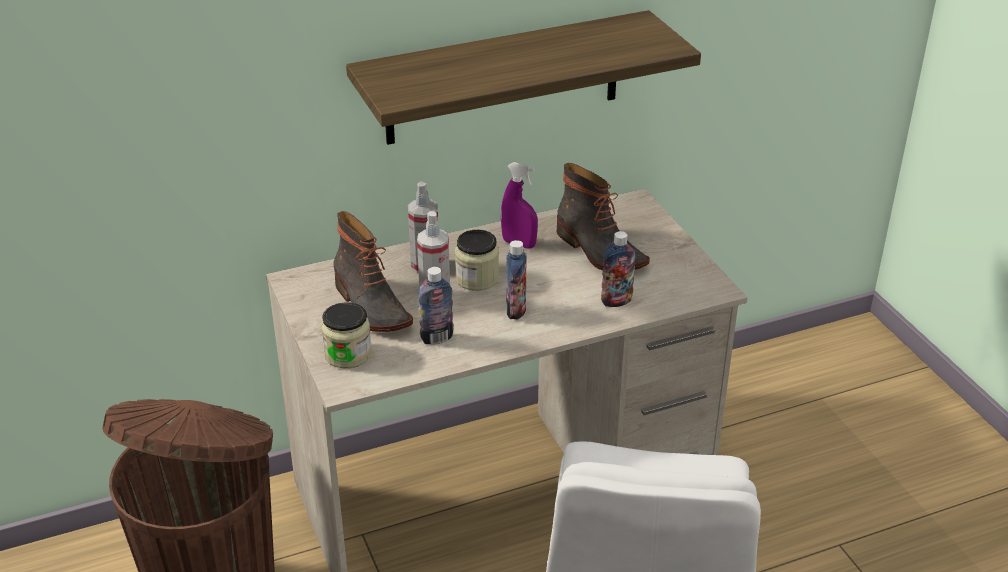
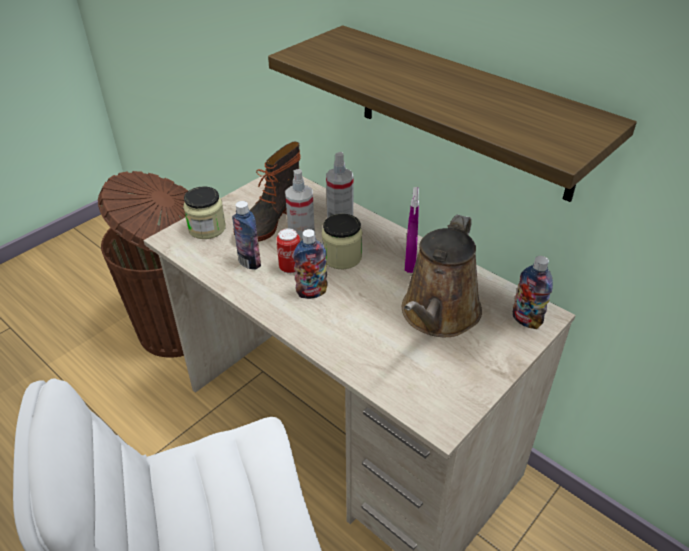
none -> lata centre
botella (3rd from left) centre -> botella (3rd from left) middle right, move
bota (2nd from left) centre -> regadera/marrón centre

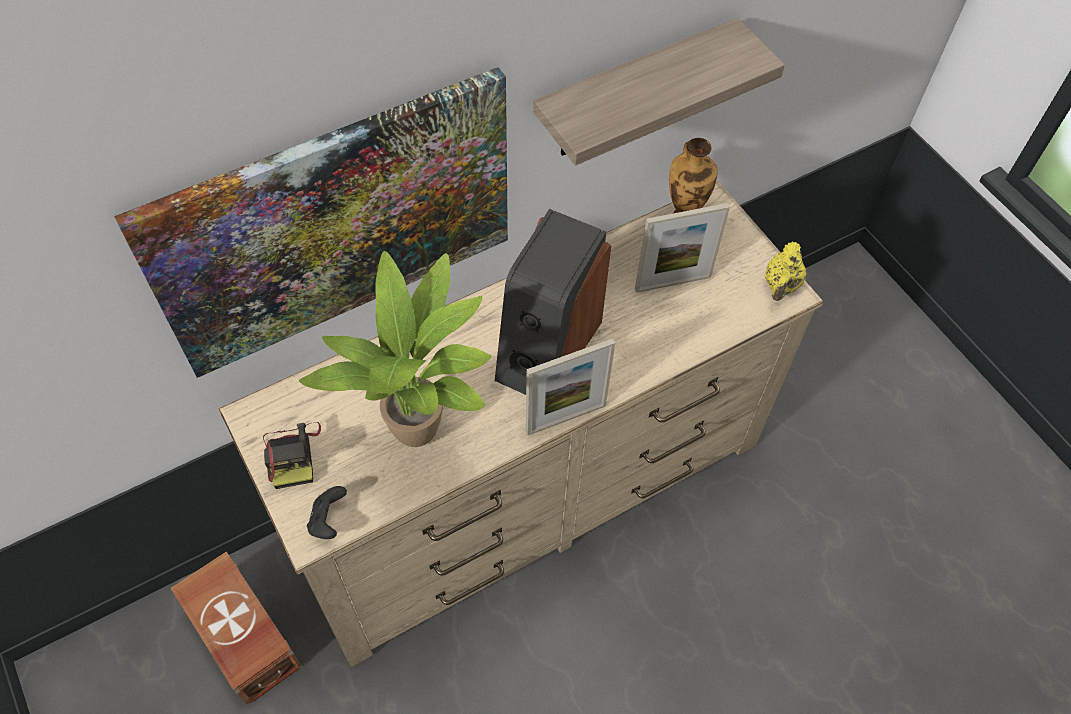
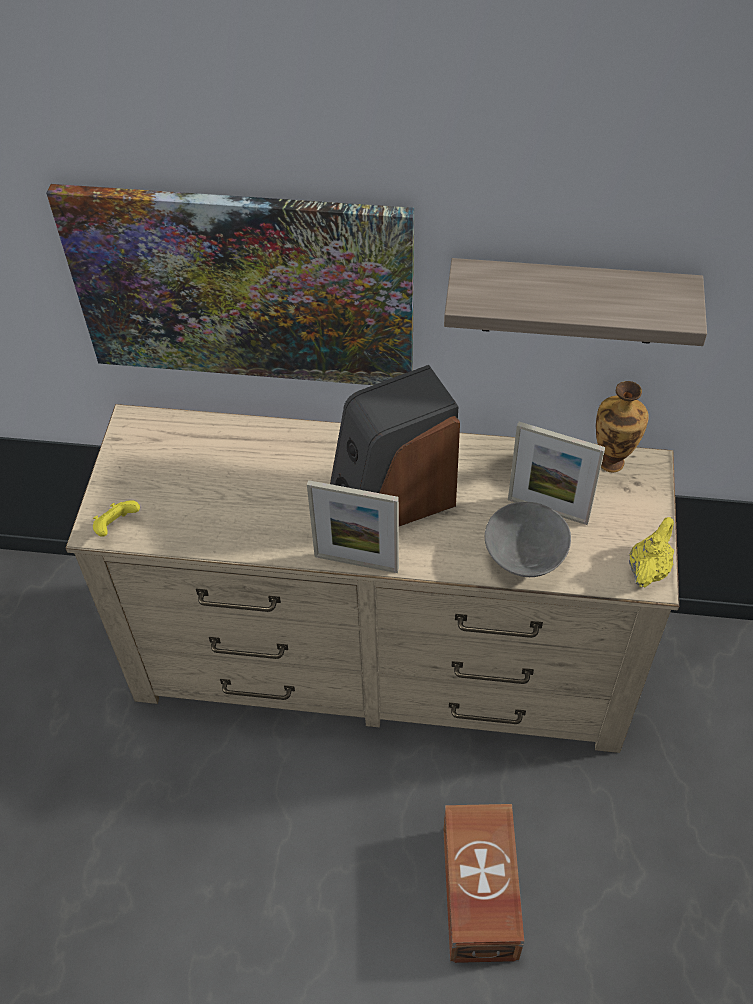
cámara middle left -> none
planta en maceta centre -> none
none -> cuenco/gris middle right
caja de almacenaje/marrón bottom left -> caja de almacenaje/marrón bottom centre, move
mando de consola/negro bottom left -> mando de consola/amarillo middle left
tetera/amarillo middle right, 150 degrees clockwise

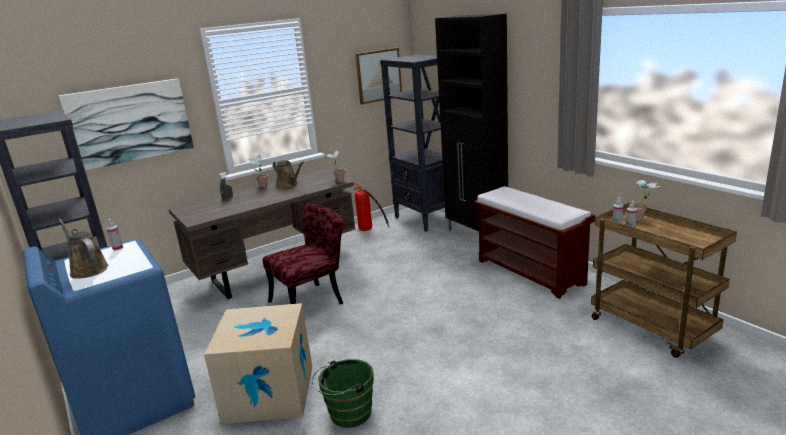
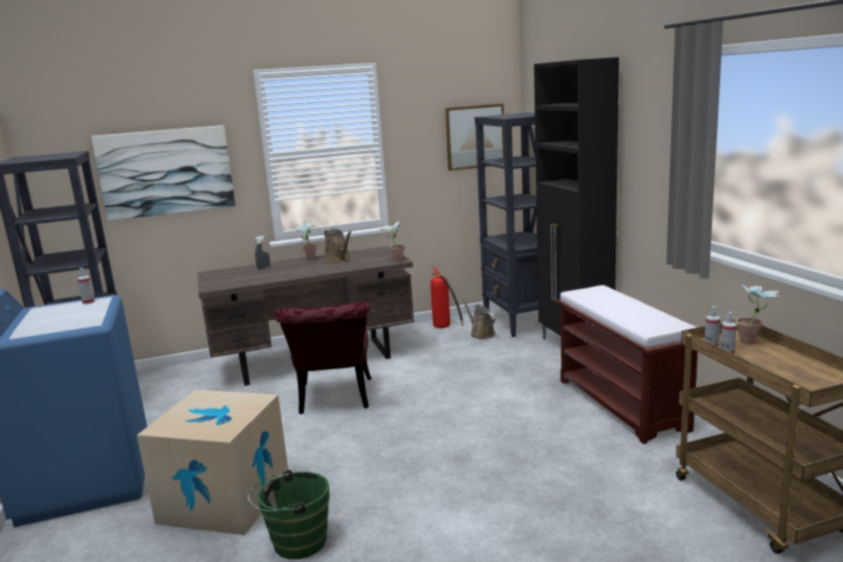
regadera/marrón (1st from left in the first image) middle left -> regadera/marrón (2nd from left) centre, move
silla/rojo centre, 105 degrees clockwise

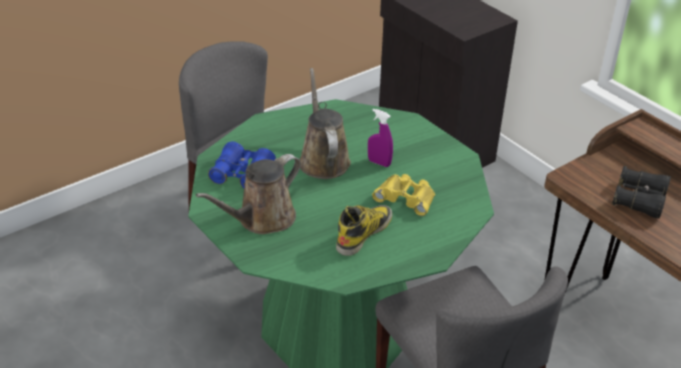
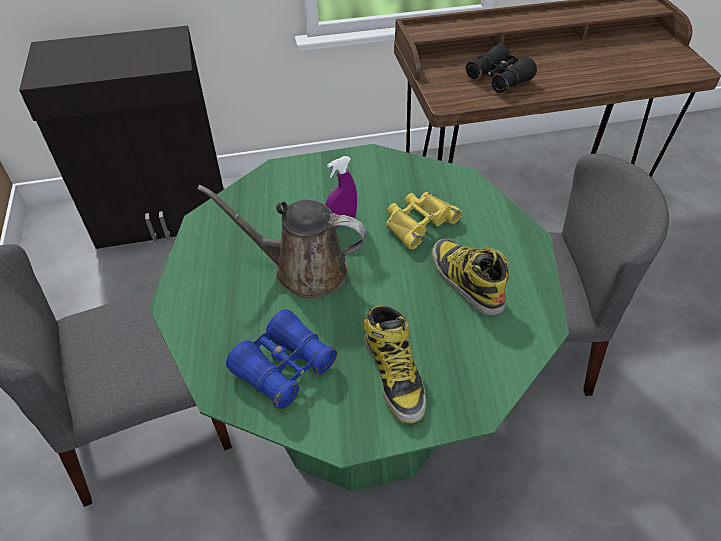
regadera/marrón (1st from left) centre -> bota (1st from left) bottom centre

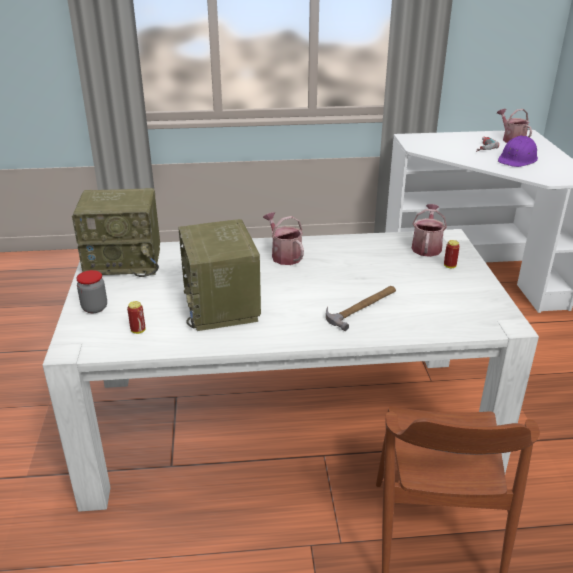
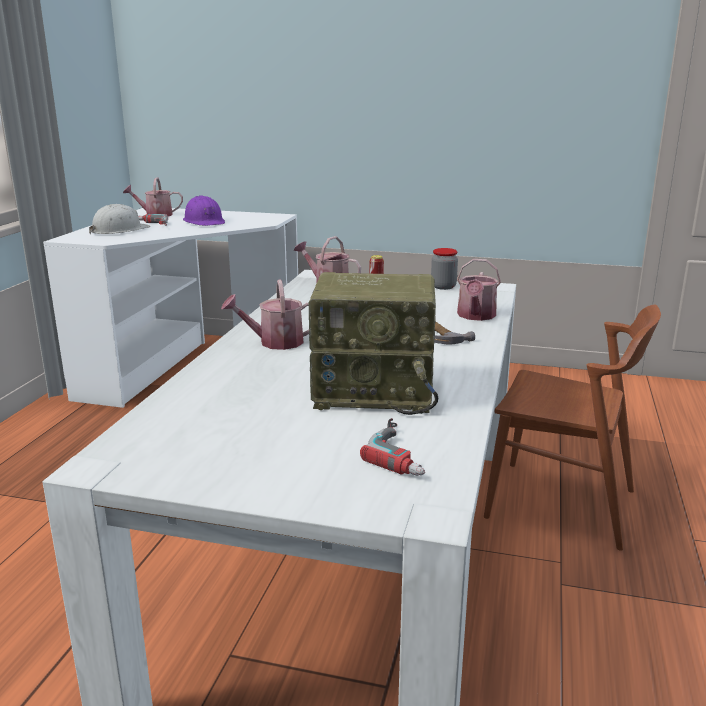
radio (1st from left) middle left -> none
none -> casco/blanco top left
none -> regadera (4th from left) middle right
tarro middle left -> tarro centre, move
lata (1st from left) middle left -> taladro (2nd from left) centre

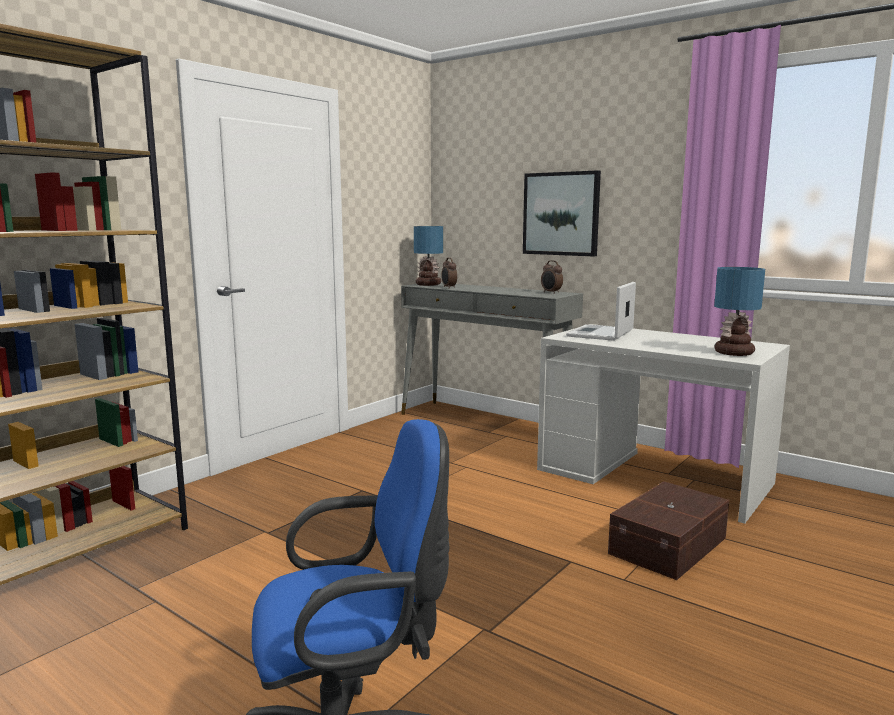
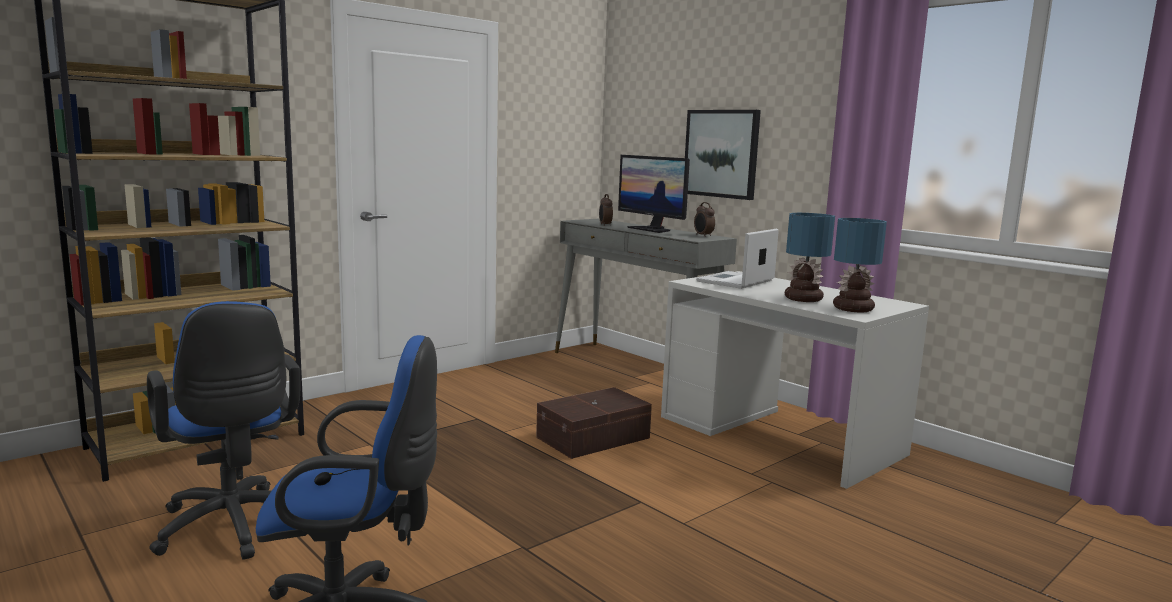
none -> silla de oficina/azul (1st from left) bottom left
none -> monitor top centre
lámpara de mesa (1st from left) centre -> lámpara de mesa (1st from left) middle right, move
caja de almacenaje/marrón bottom right -> caja de almacenaje/marrón bottom centre, move

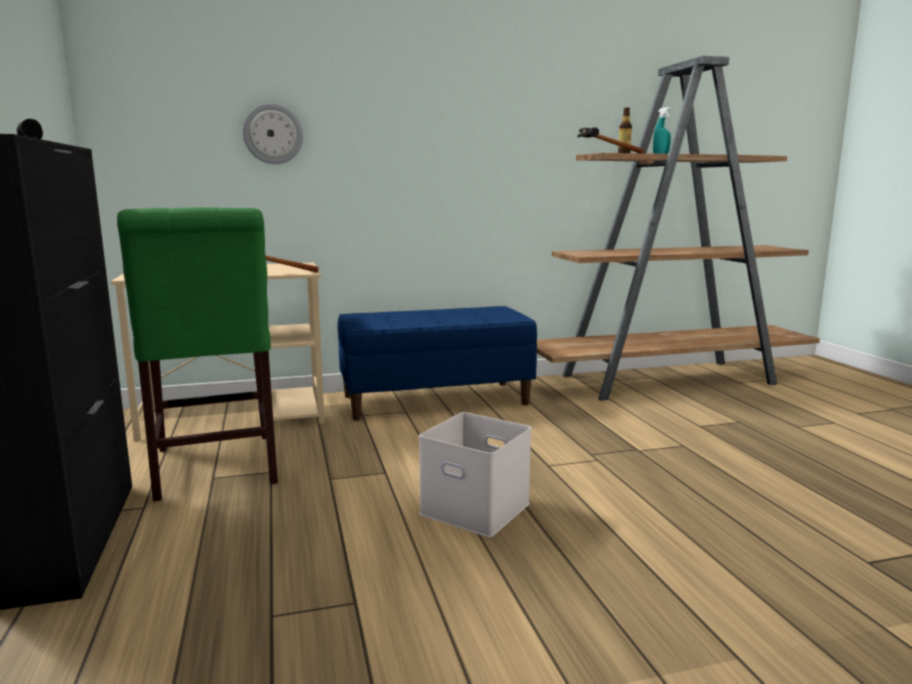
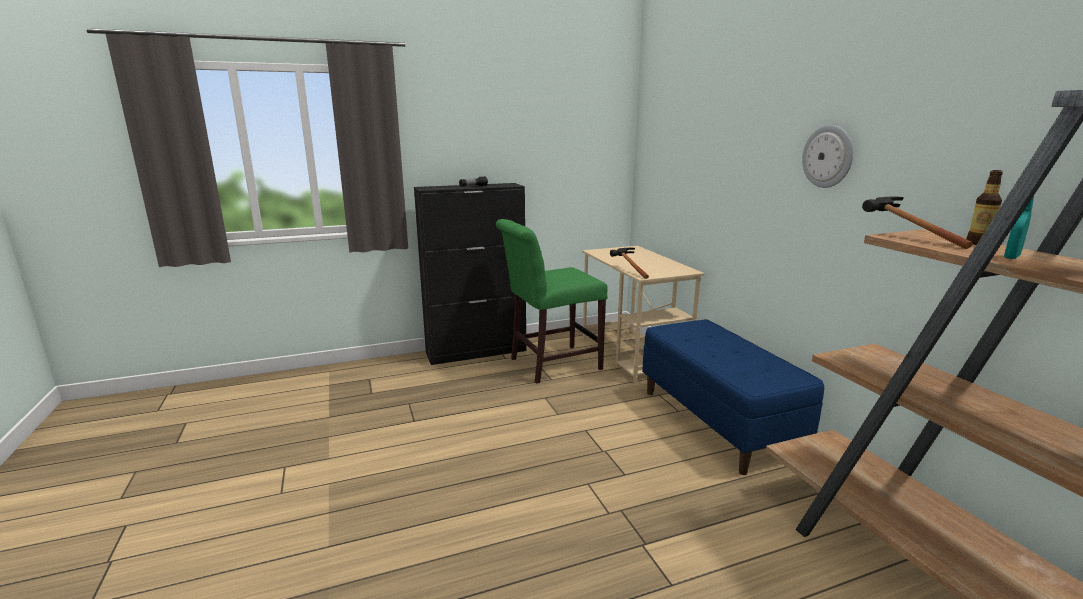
caja de almacenaje/blanco bottom centre -> none
reloj de pared top left -> reloj de pared top right, move

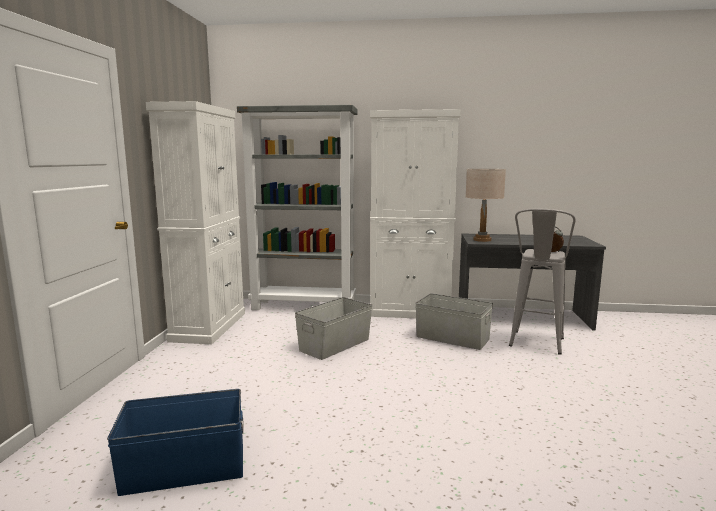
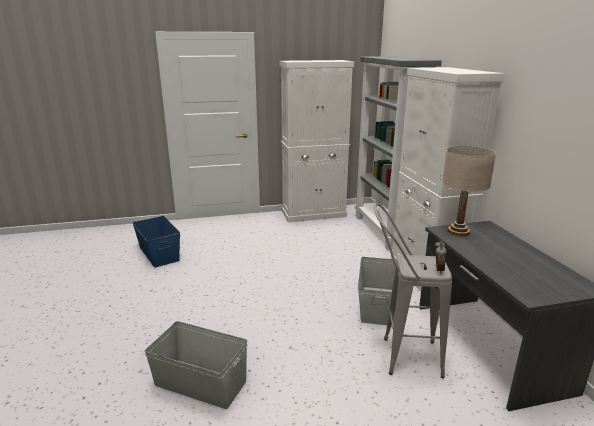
caja de almacenaje/gris (1st from left) centre -> caja de almacenaje/gris (1st from left) bottom left, move

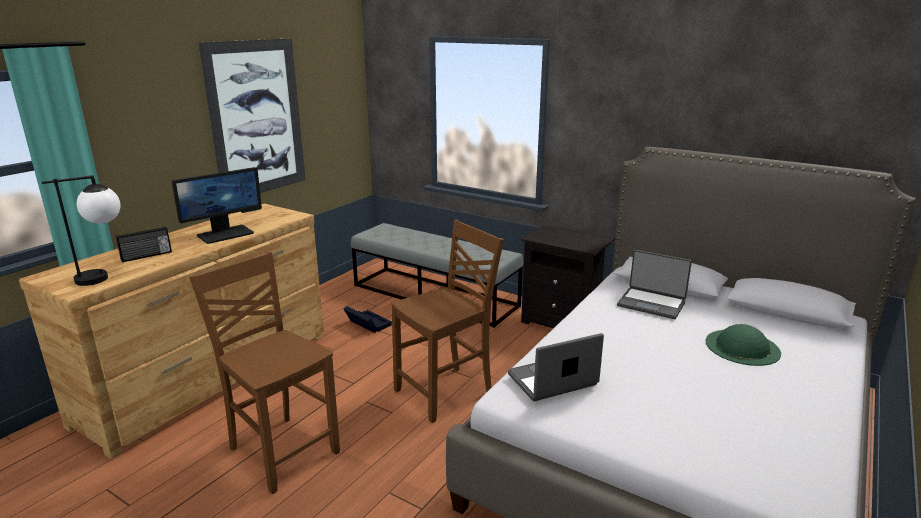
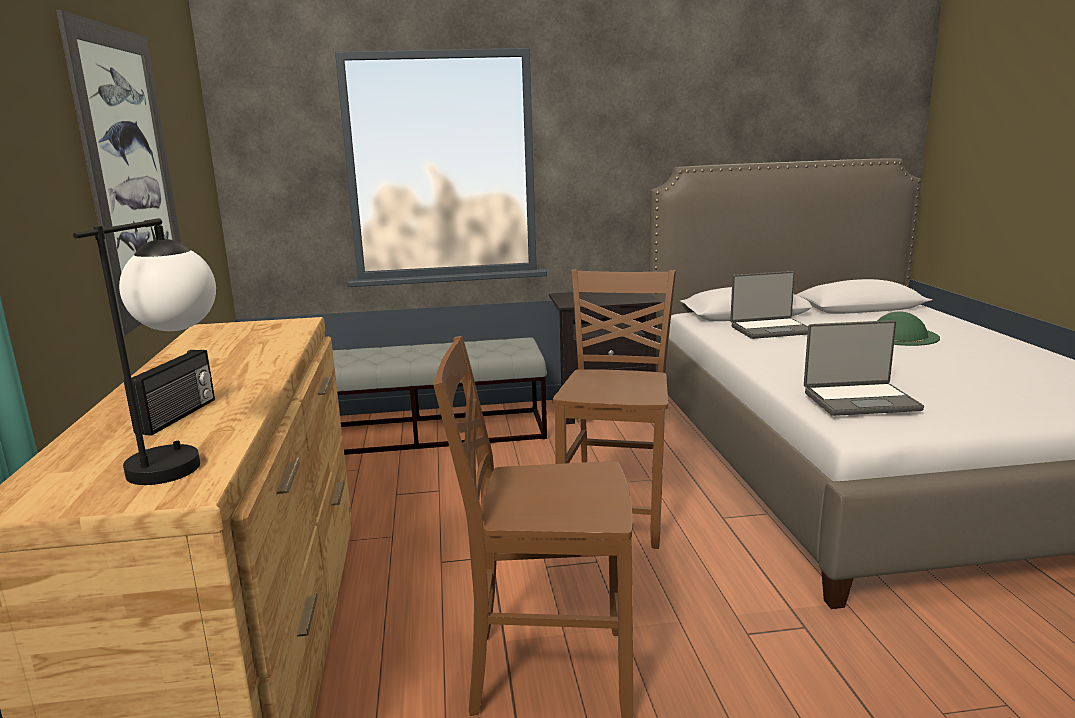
monitor middle left -> none
caja de almacenaje/negro centre -> none
portátil (1st from left in the first image) bottom centre -> portátil (2nd from left) middle right, 120 degrees counterclockwise

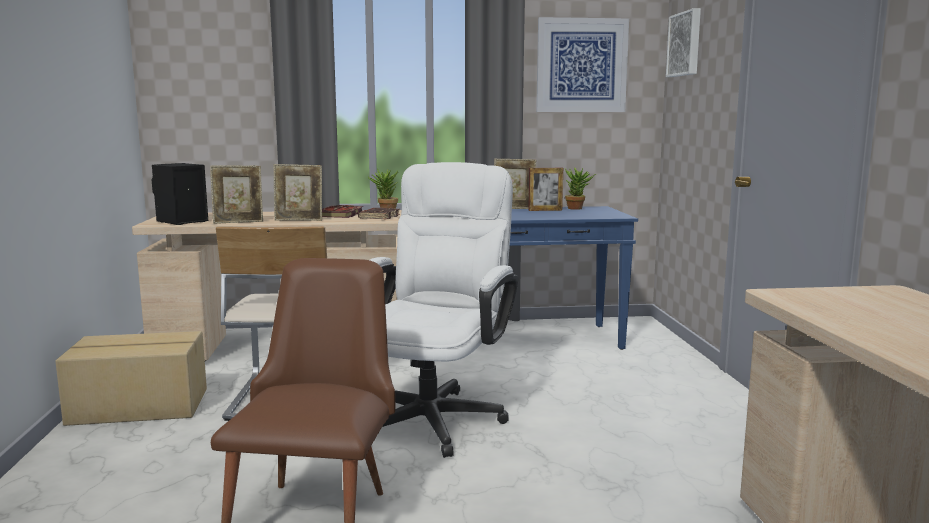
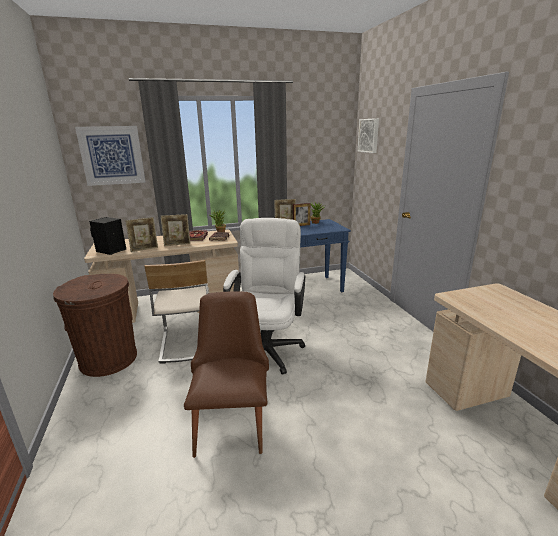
cuadro (1st from left) top centre -> cuadro (1st from left) top left, move
caja de cartón bottom left -> papelera/marrón middle left

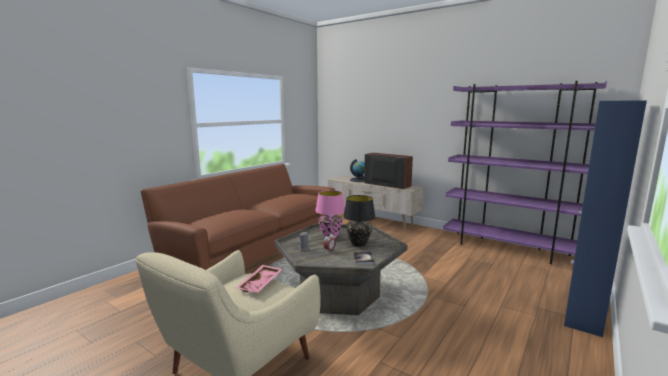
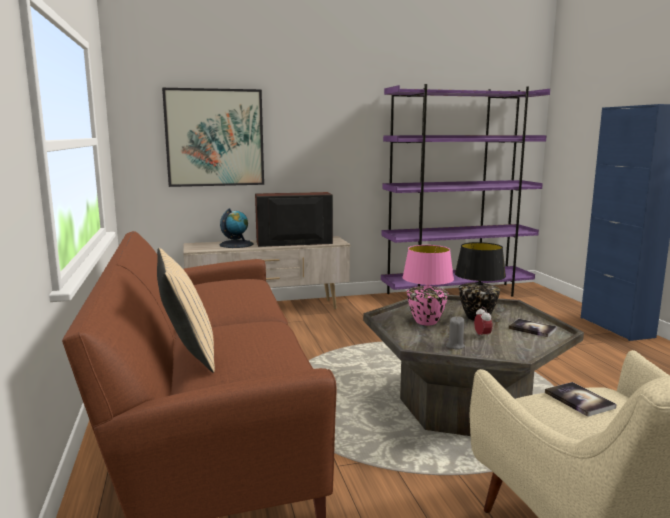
none -> cojín/beis middle left
none -> cuadro top left
bandeja/rosa bottom centre -> libro (2nd from left) bottom right

